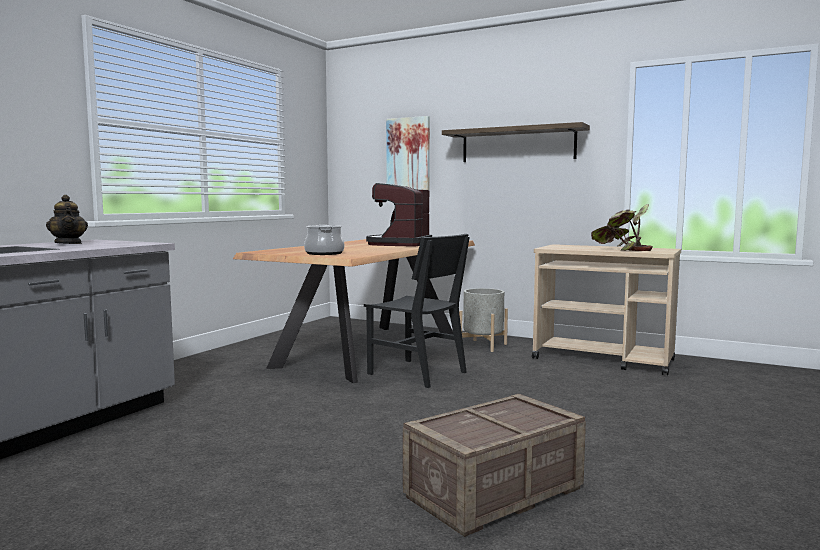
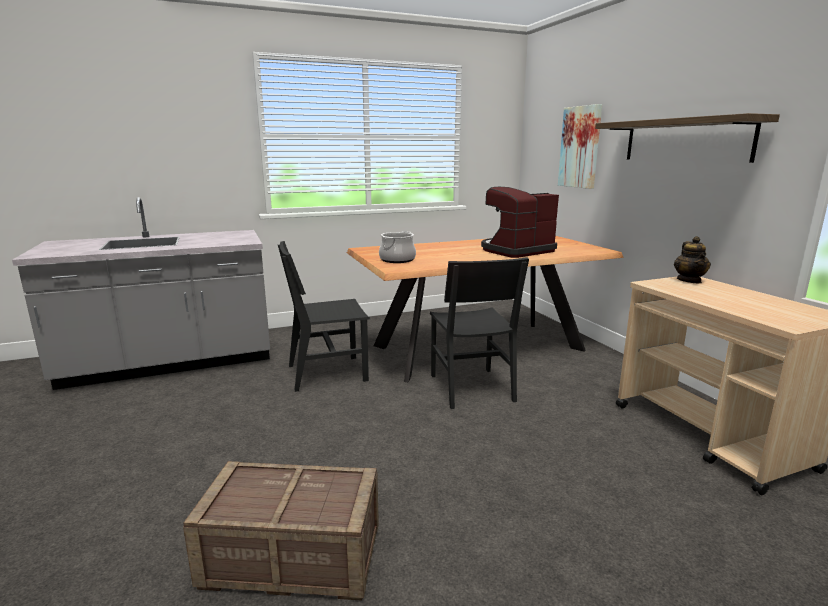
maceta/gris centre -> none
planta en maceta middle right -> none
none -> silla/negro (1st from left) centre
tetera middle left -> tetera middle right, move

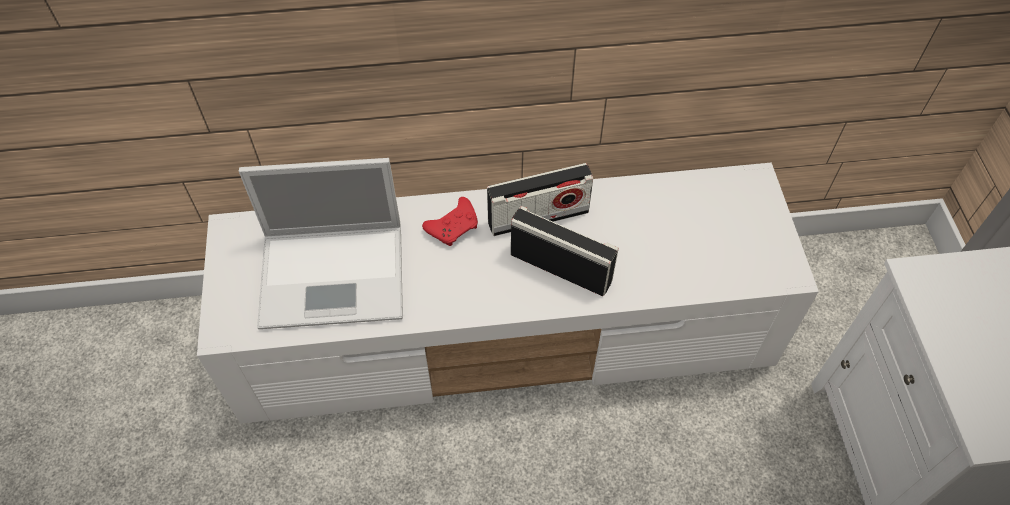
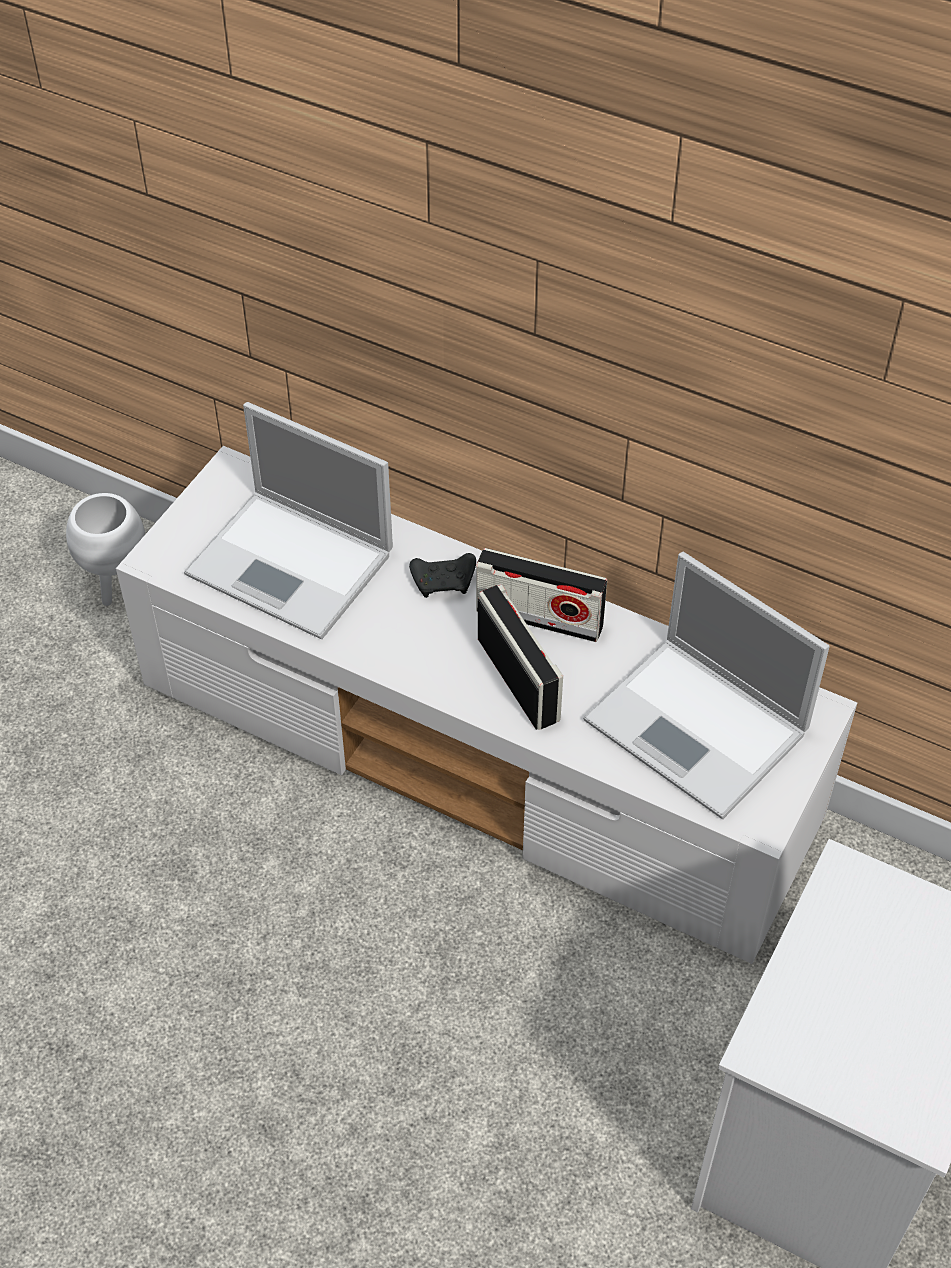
none -> maceta/blanco middle left
none -> portátil (2nd from left) middle right
mando de consola/rojo centre -> mando de consola/negro centre

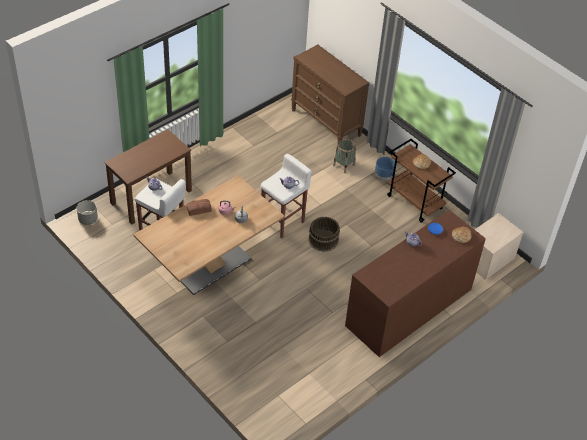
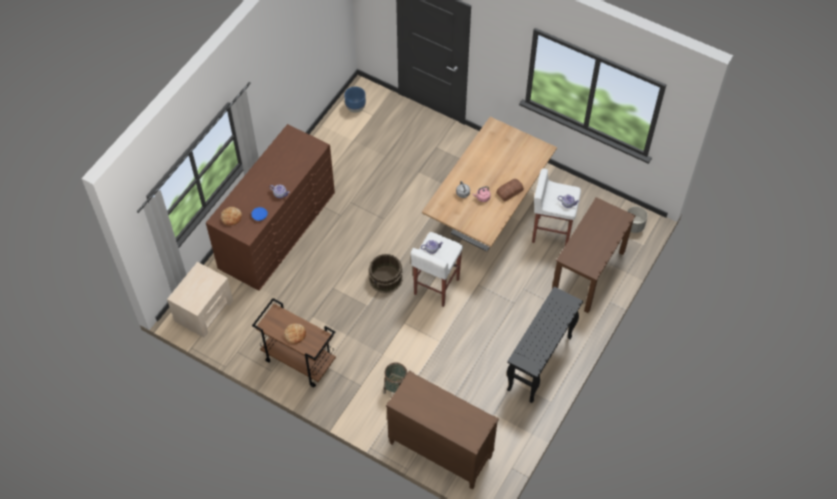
none -> mesa consola/negro bottom centre
maceta/azul centre -> maceta/azul top centre, move

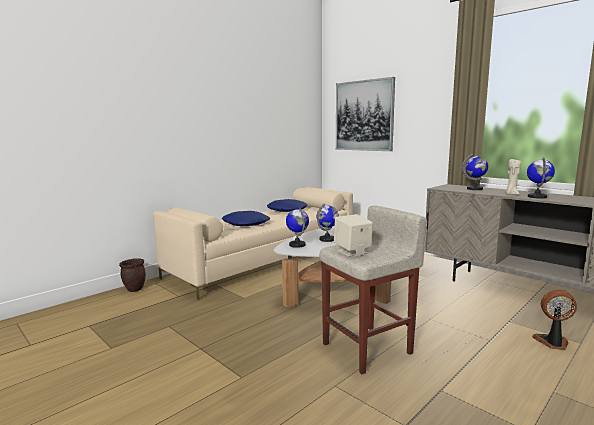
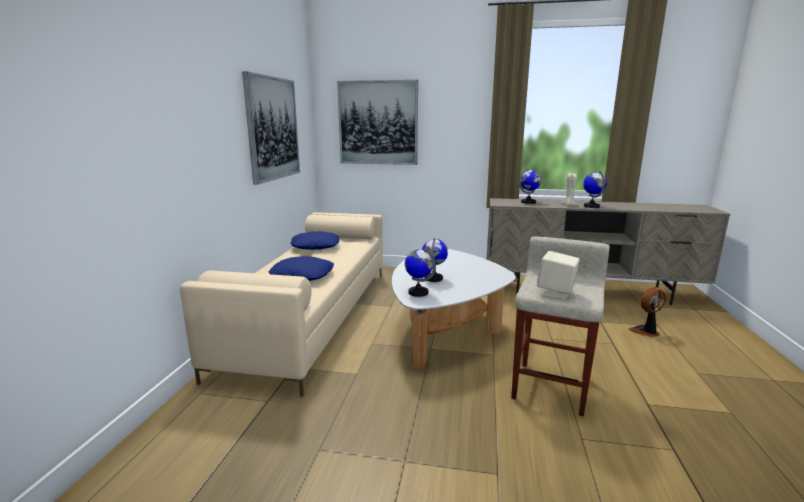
maceta/marrón middle left -> none
none -> cuadro (1st from left) top centre

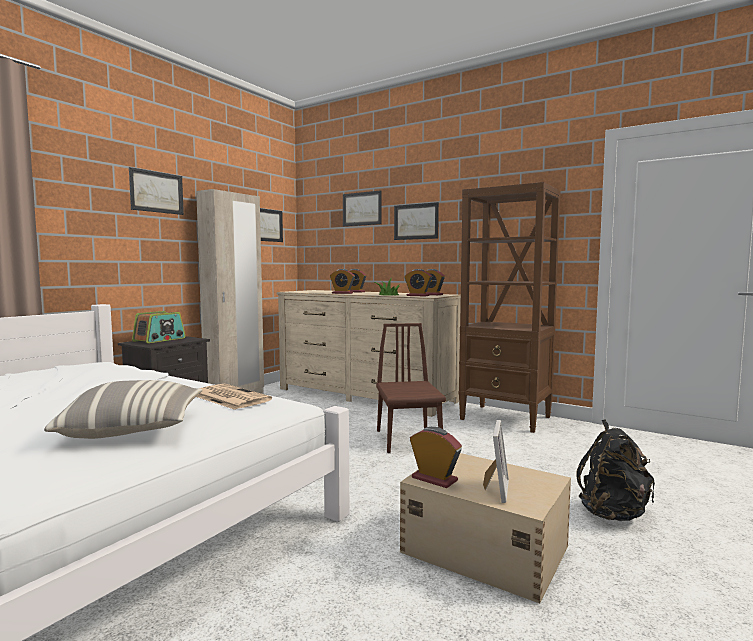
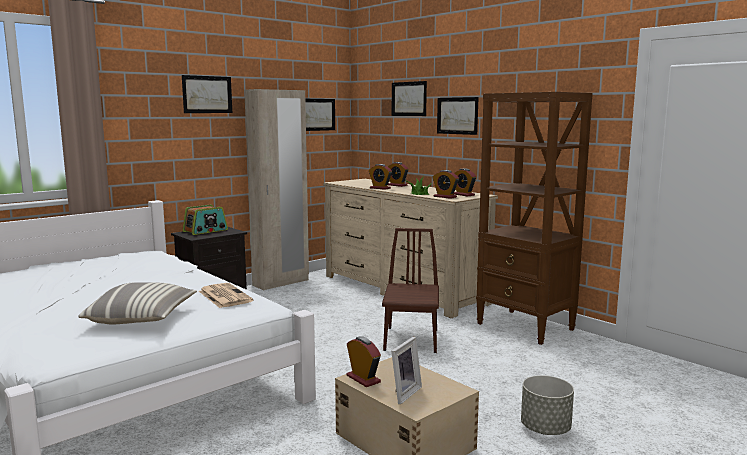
mochila/negro bottom right -> maceta/gris bottom right

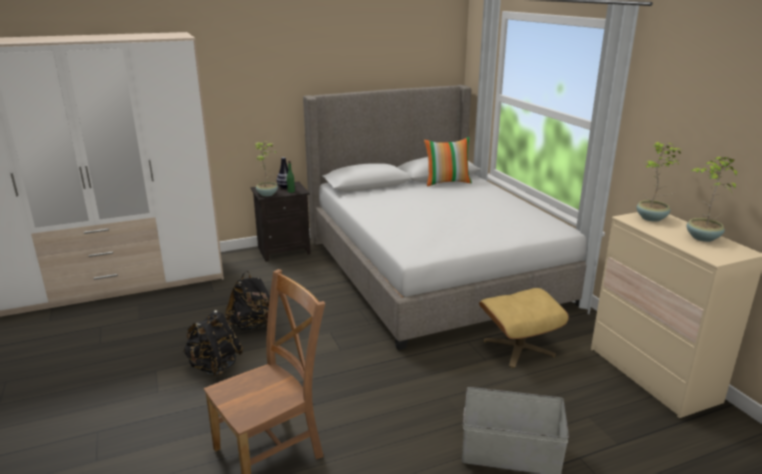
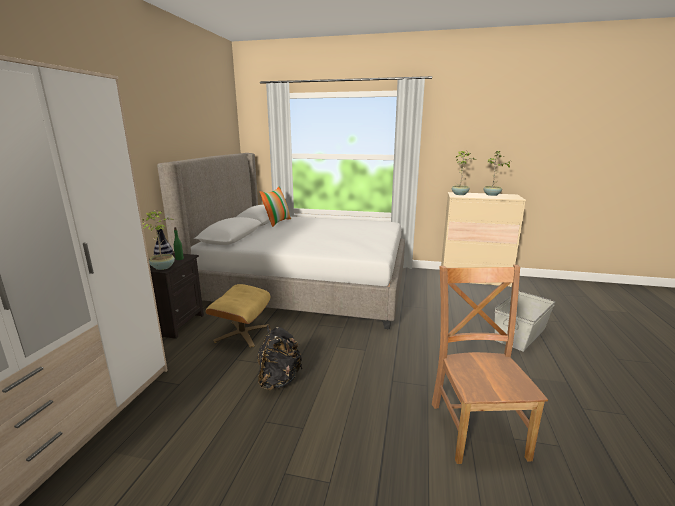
mochila/negro (1st from left) bottom left -> none
puf/beis bottom right -> puf/beis centre, move

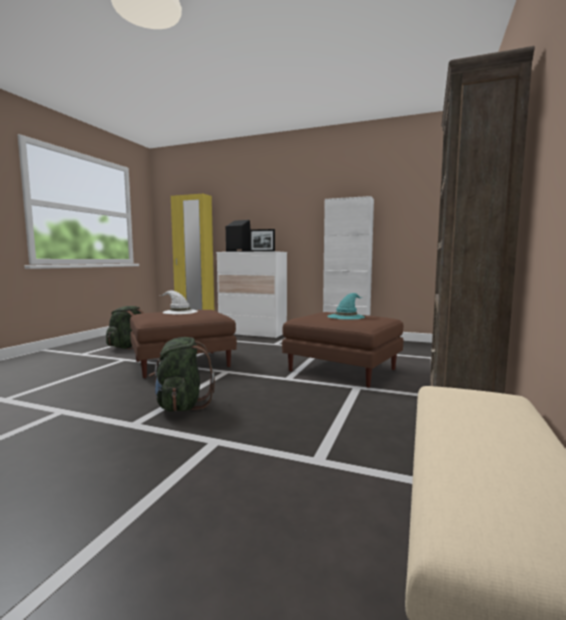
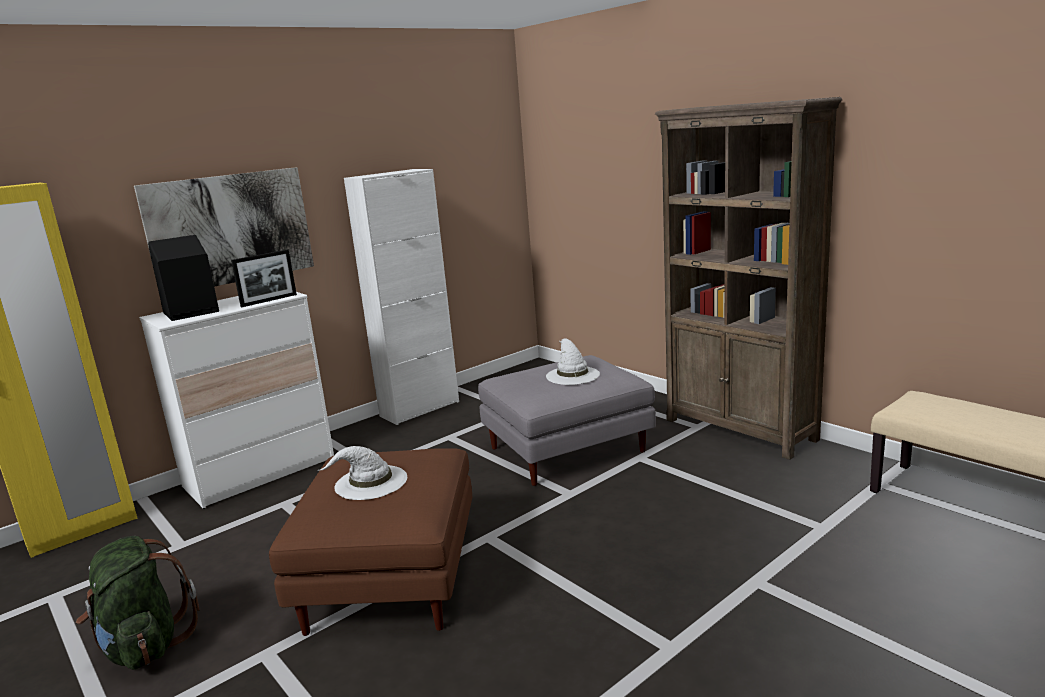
mochila/verde (2nd from left) middle left -> none
none -> cuadro top left
puf/marrón (2nd from left) centre -> puf/gris centre
sombrero/turquesa centre -> sombrero/blanco (2nd from left) centre

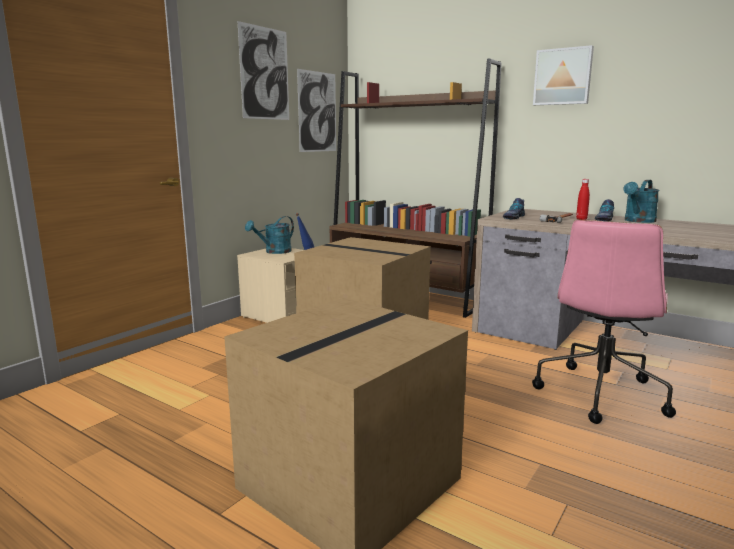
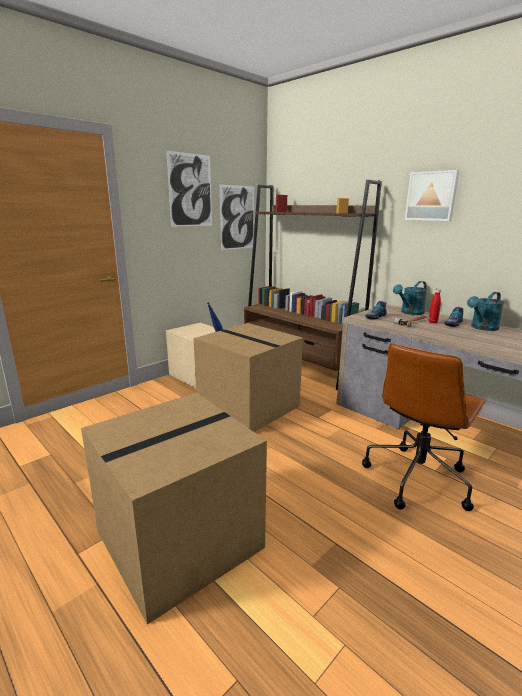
regadera/turquesa (1st from left) centre -> regadera/turquesa (1st from left) middle right, move
silla de oficina/rosa middle right -> silla de oficina/marrón middle right

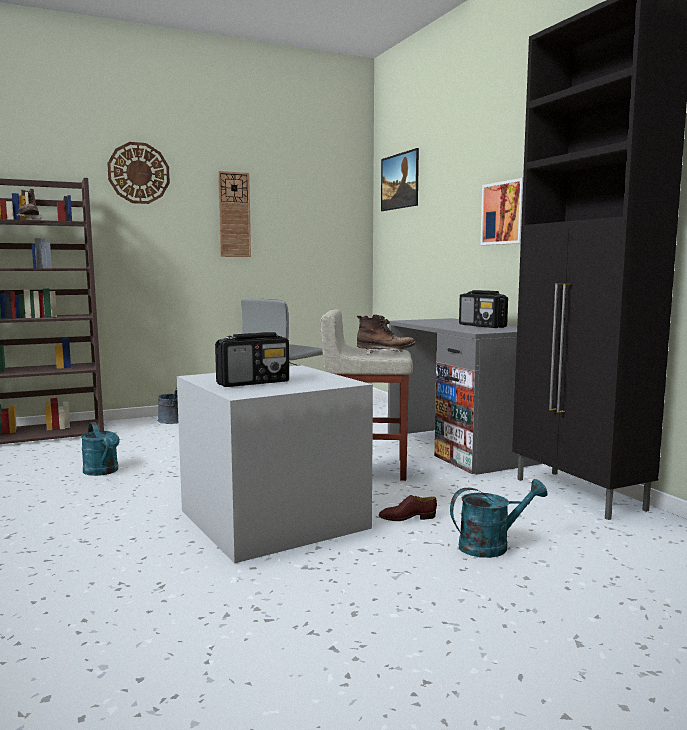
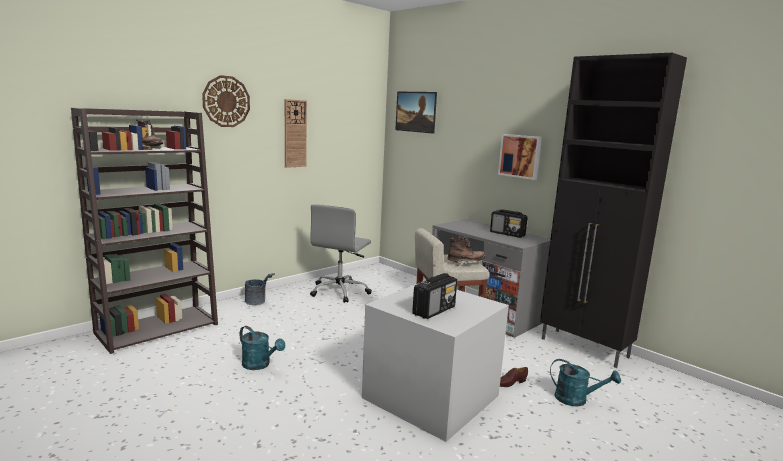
regadera/turquesa (2nd from left) bottom right, 60 degrees clockwise

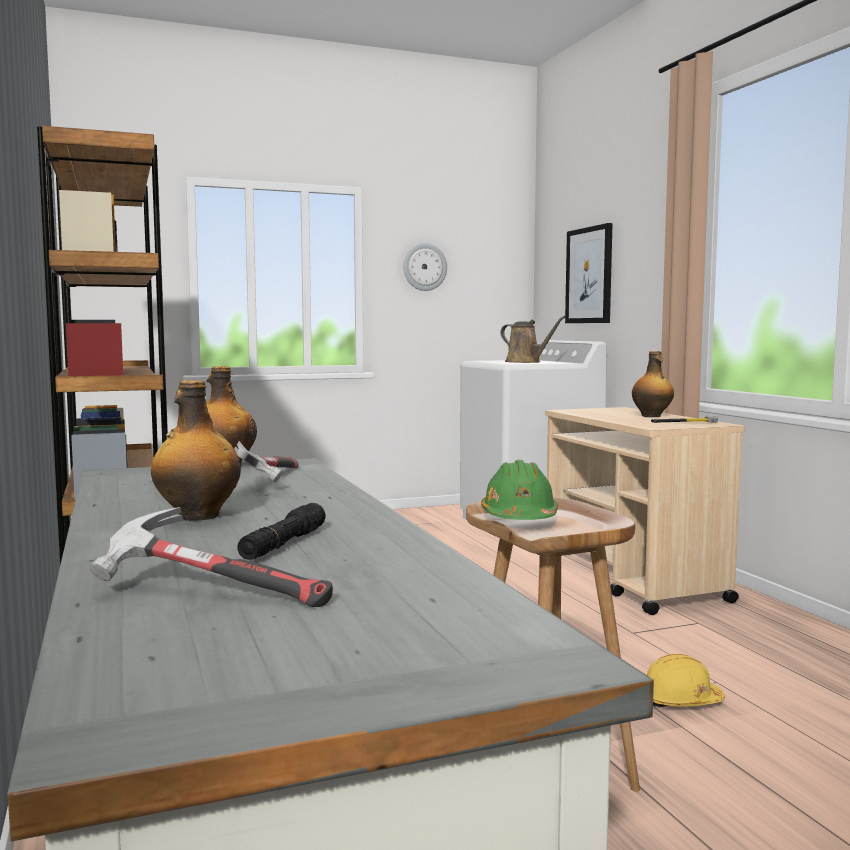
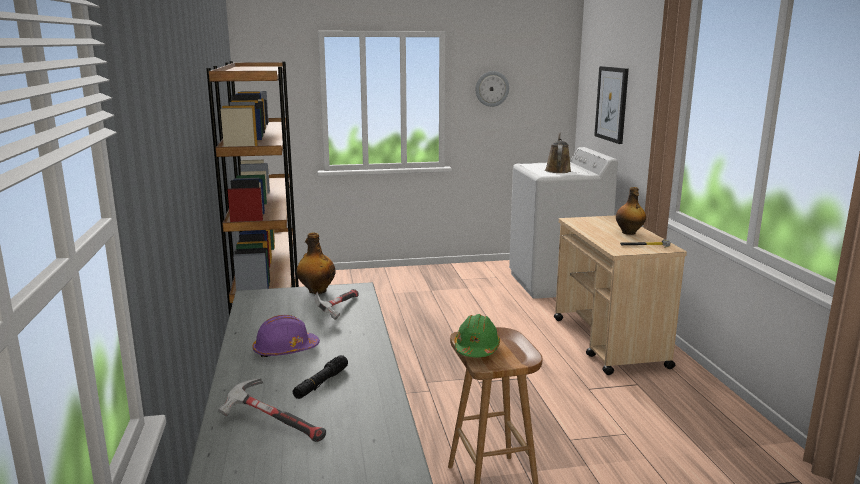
casco/amarillo bottom right -> none
botella (1st from left) middle left -> casco/morado bottom left
regadera/marrón centre -> regadera/marrón top centre, 135 degrees counterclockwise

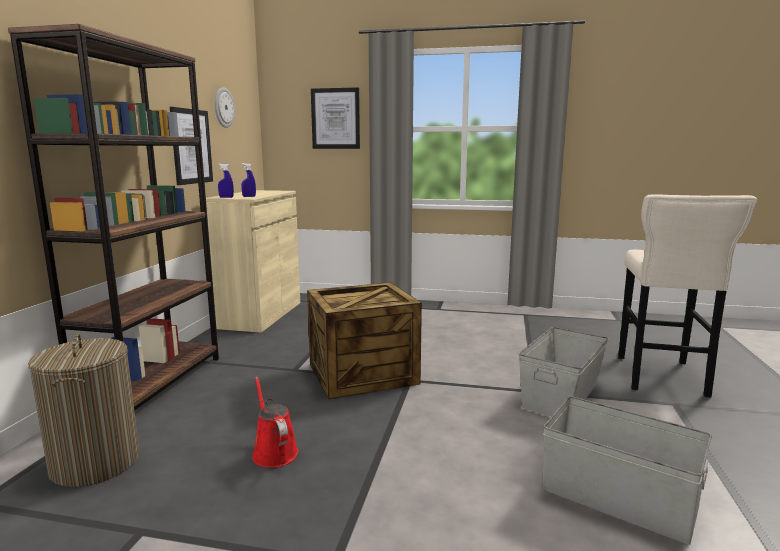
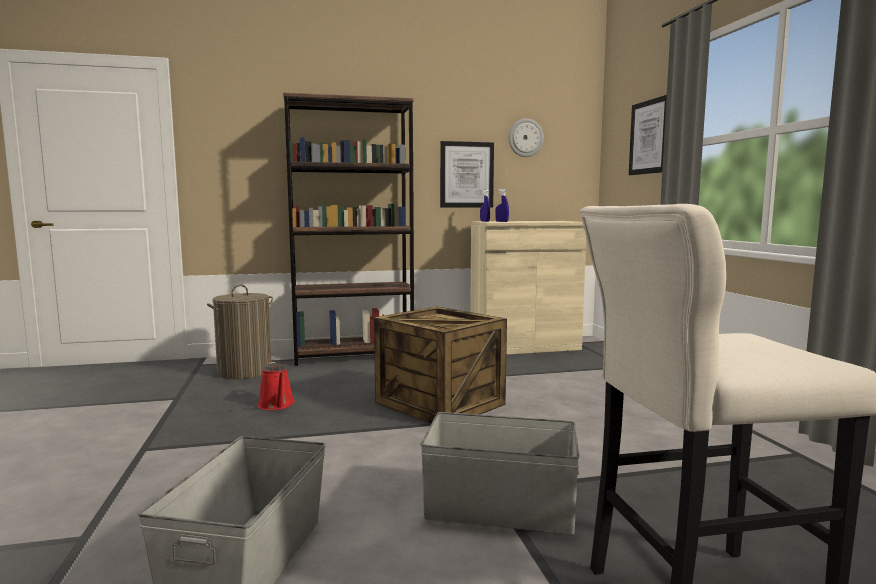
regadera/rojo bottom centre -> regadera/rojo middle left, 120 degrees clockwise

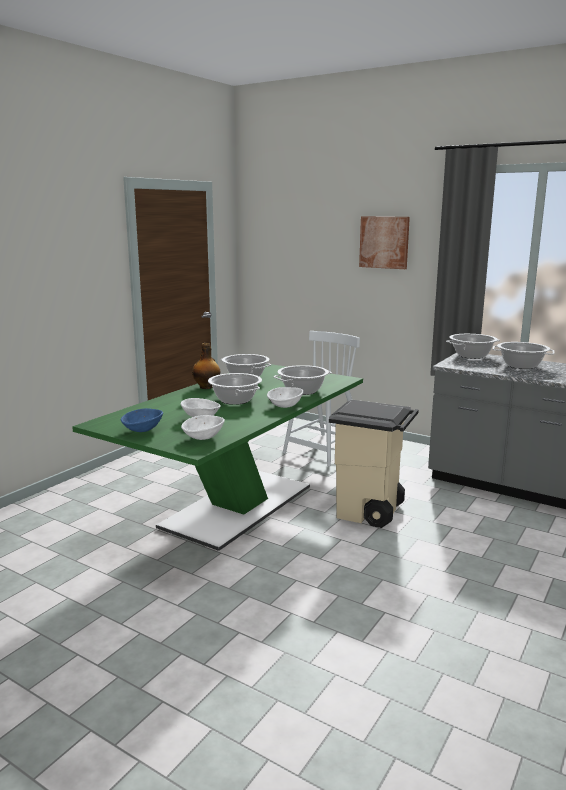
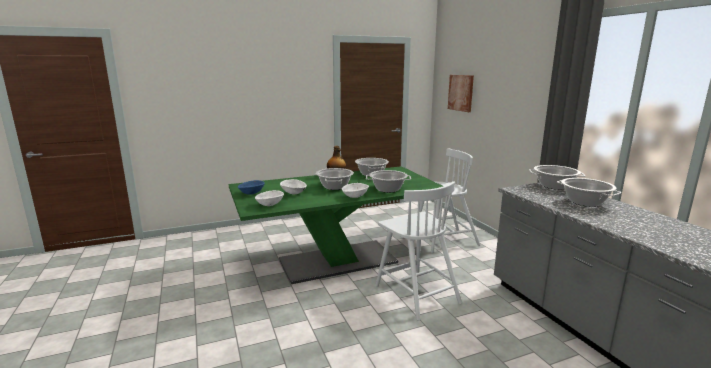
cuadro top right -> cuadro top centre, move
papelera/beis centre -> silla/blanco (1st from left) bottom centre

